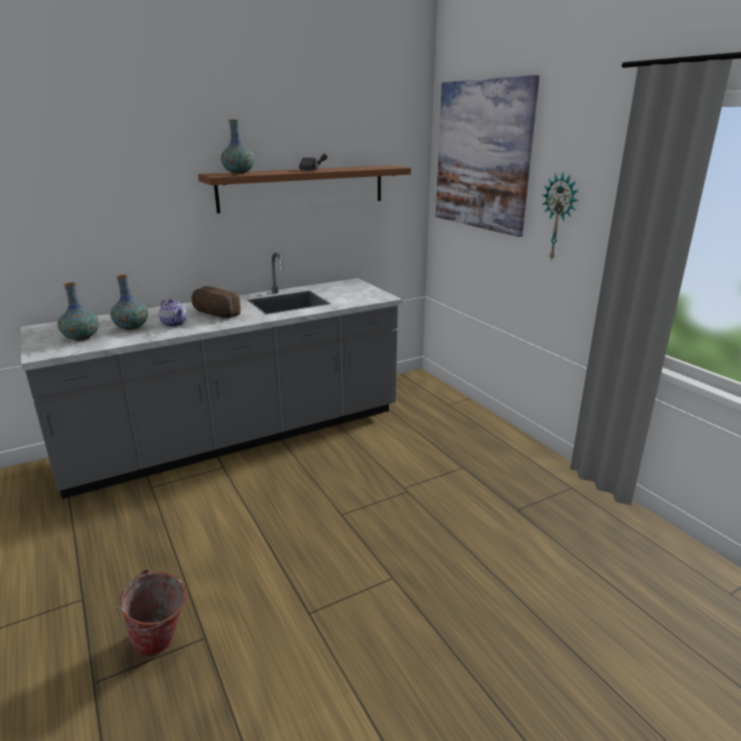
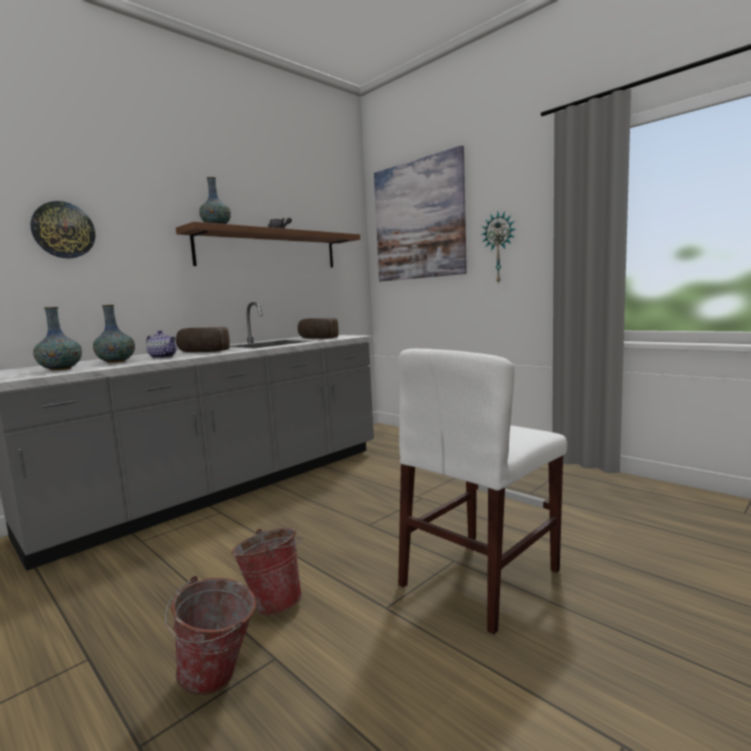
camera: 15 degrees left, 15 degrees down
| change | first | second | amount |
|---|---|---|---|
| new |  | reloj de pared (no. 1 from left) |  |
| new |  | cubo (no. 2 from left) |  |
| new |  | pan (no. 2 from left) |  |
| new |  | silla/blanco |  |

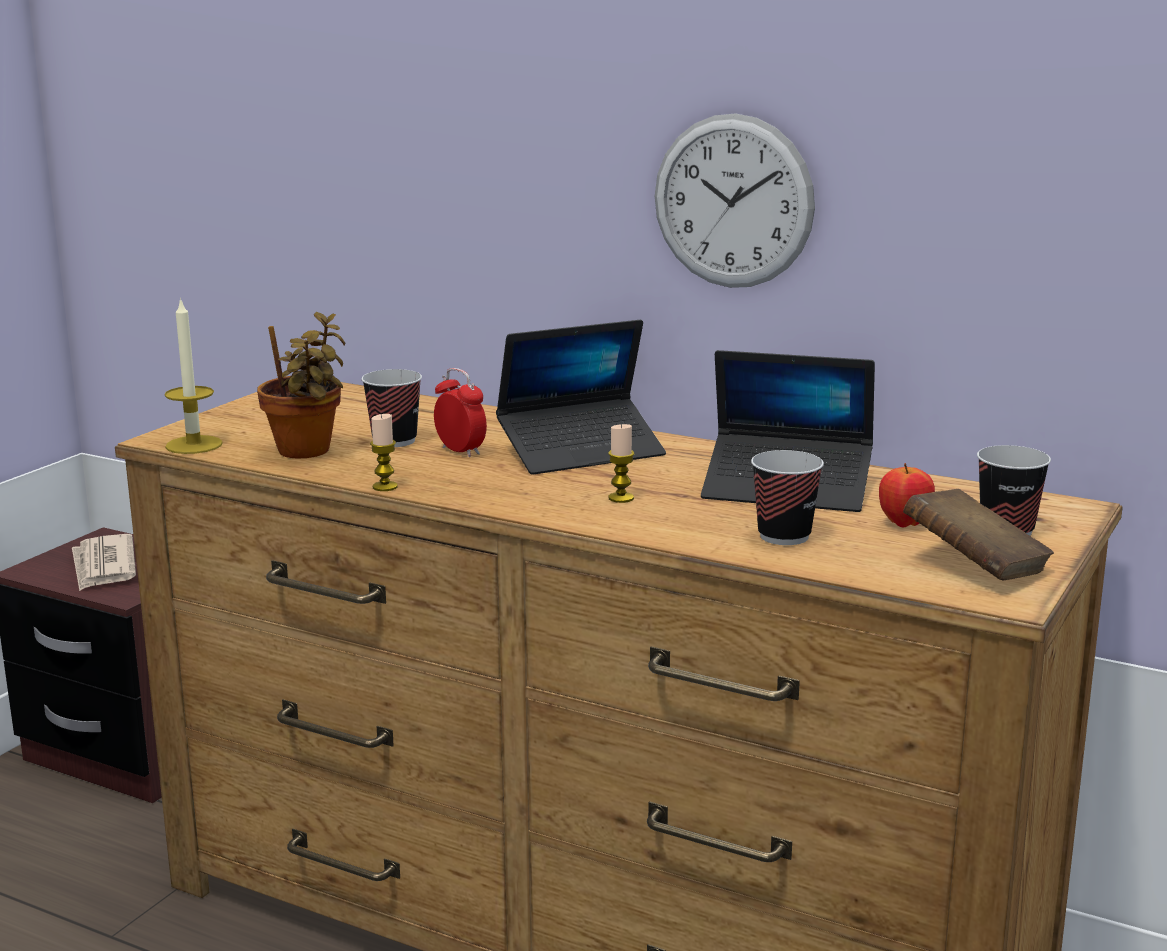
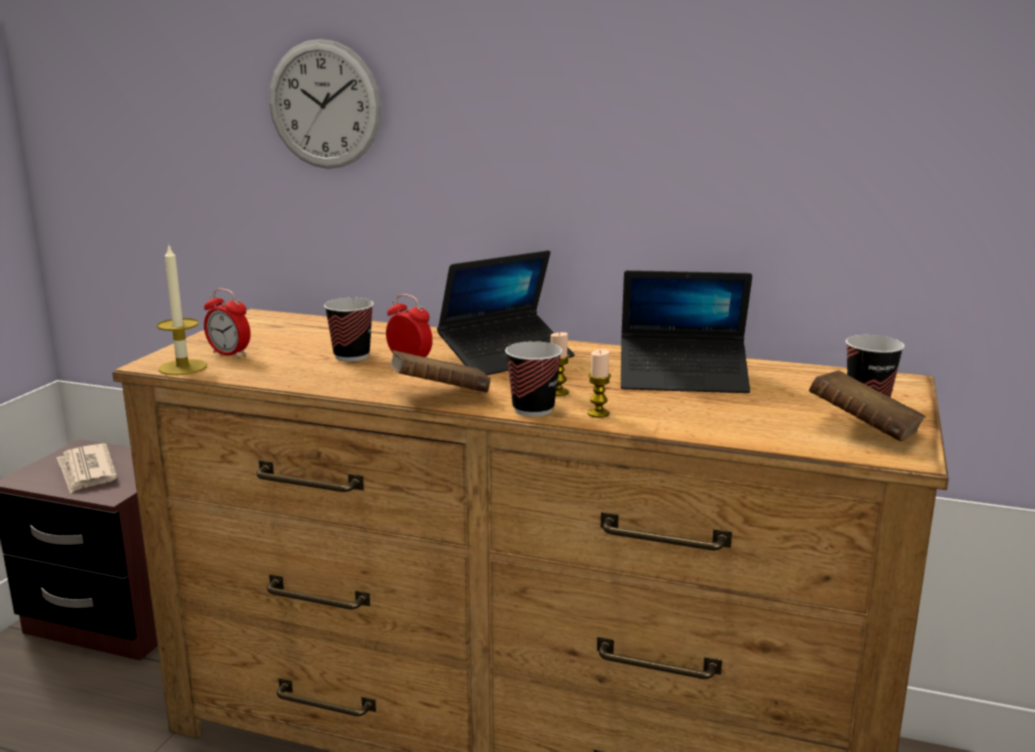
camera: 10 degrees left, 0 degrees up
| change | first | second | amount |
|---|---|---|---|
| gone | planta en maceta |  |  |
| gone | manzana |  |  |
| new |  | despertador (no. 1 from left) |  |
| new |  | libro/marrón (no. 1 from left) |  |
| shifted | vela (no. 2 from left in the first image) | vela (no. 3 from left) |  |
| shifted | reloj de pared |  |  |
| shifted | taza (no. 2 from left) |  |  |

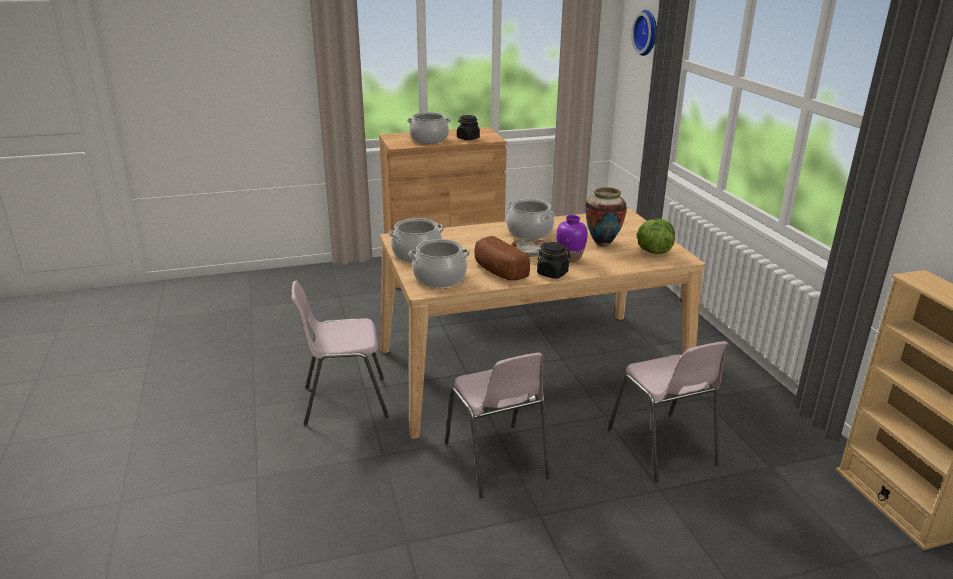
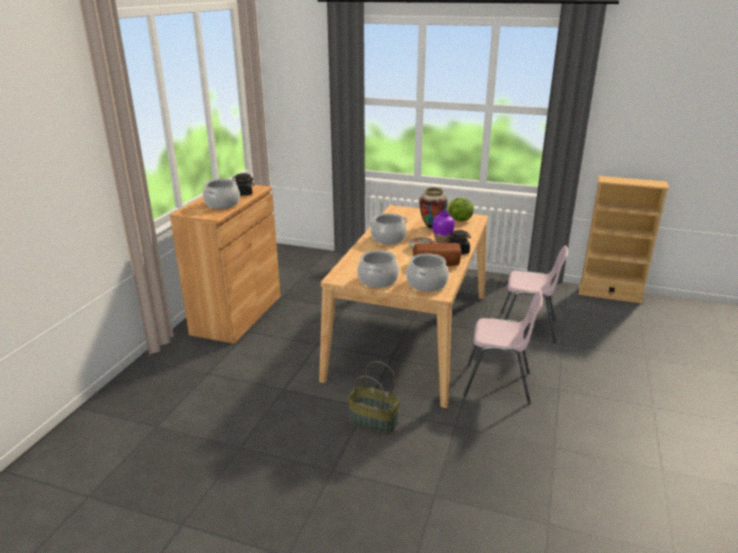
camera: 55 degrees left, 0 degrees up
| change | first | second | amount |
|---|---|---|---|
| gone | reloj de pared |  |  |
| swapped | silla/rosa (no. 1 from left) | cesta |  |

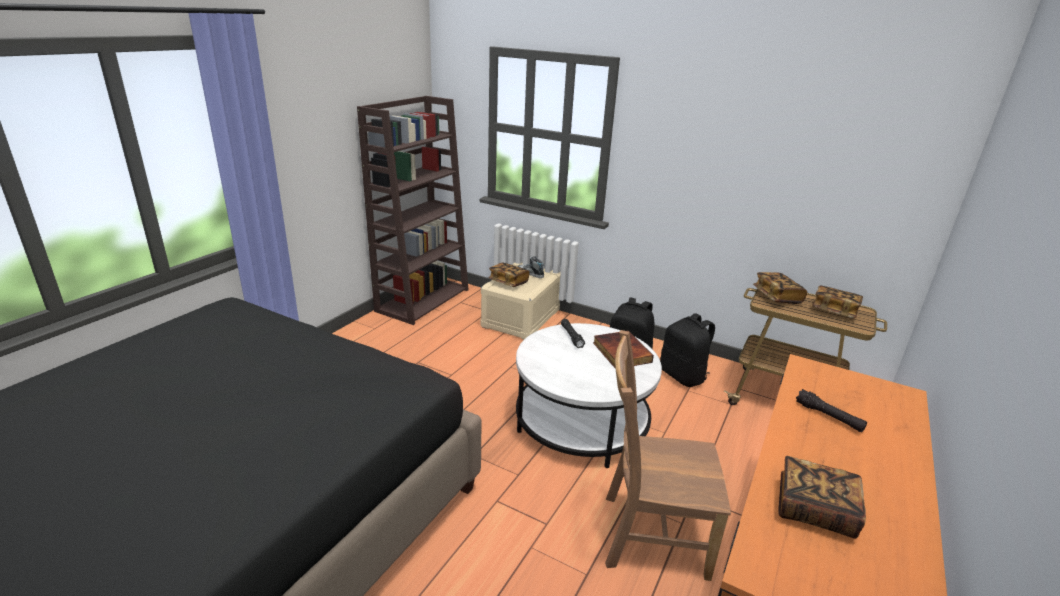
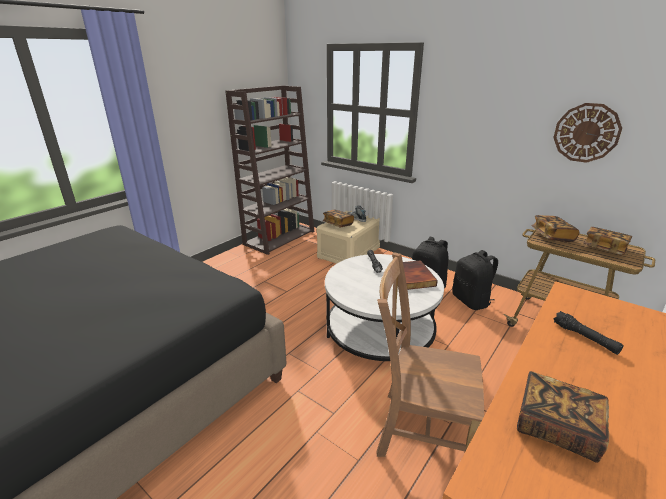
camera: 10 degrees right, 0 degrees up
| change | first | second | amount |
|---|---|---|---|
| new |  | reloj de pared |  |

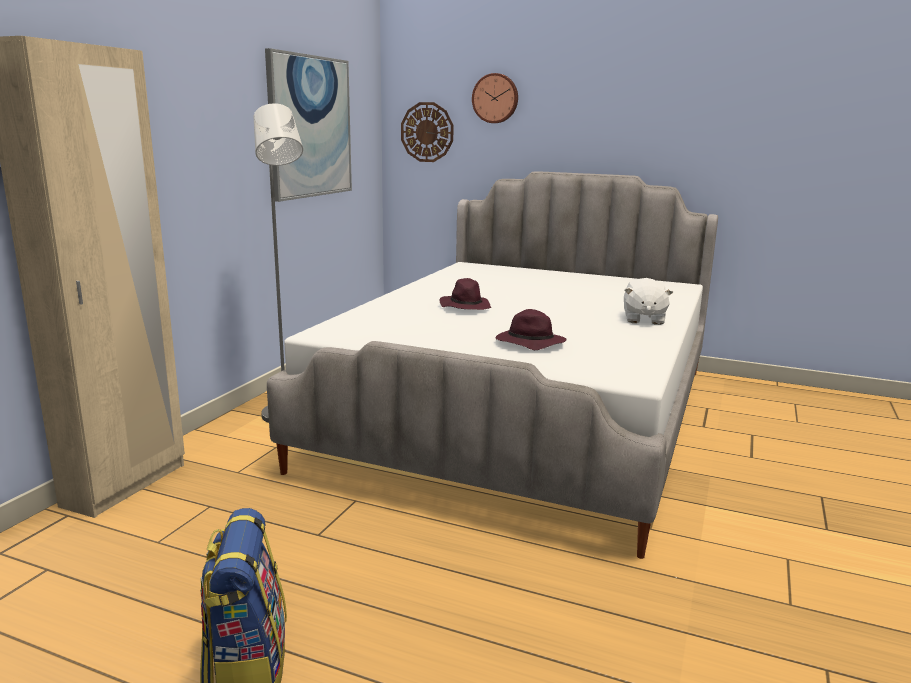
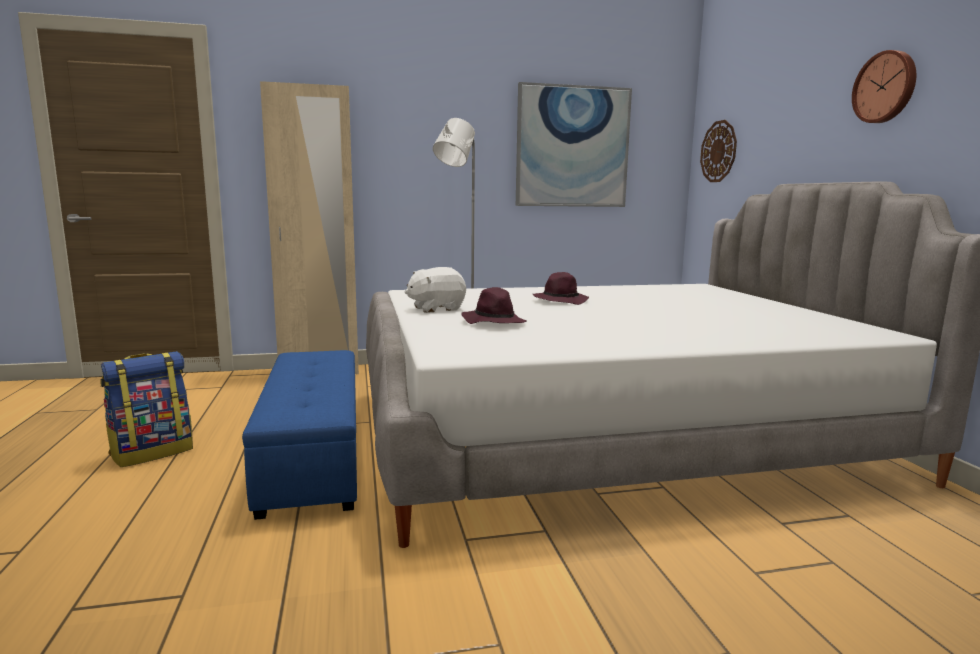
camera: 55 degrees right, 5 degrees down
| change | first | second | amount |
|---|---|---|---|
| new |  | puf/azul |  |
| shifted | reloj de pared (no. 2 from left) |  |  |
| shifted | peluche/blanco |  |  |

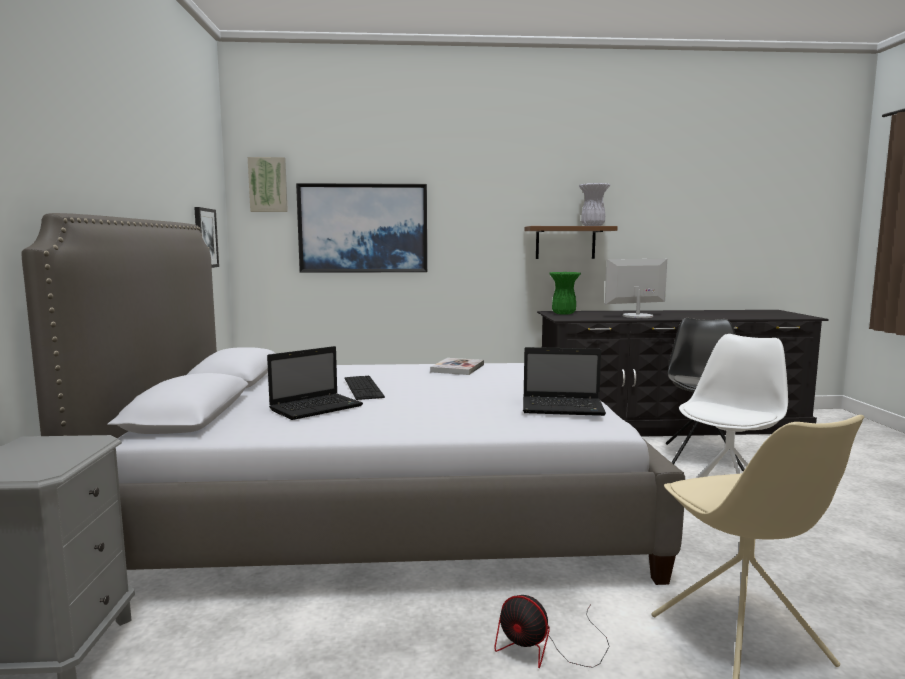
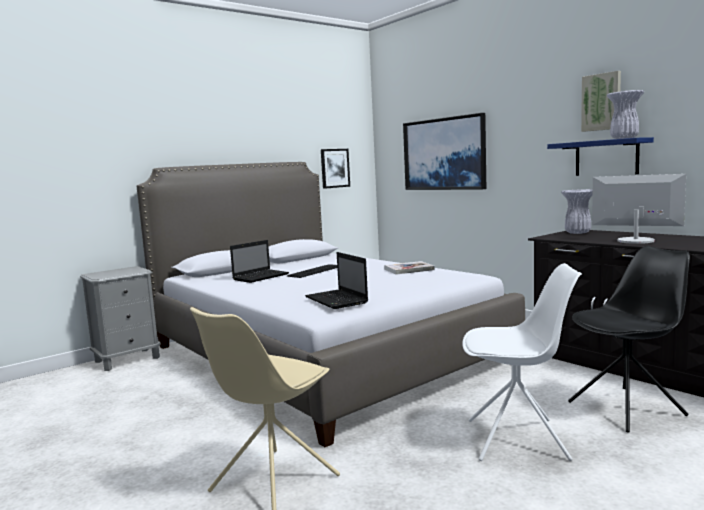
camera: 55 degrees right, 0 degrees up
| change | first | second | amount |
|---|---|---|---|
| gone | ventilador |  |  |
| shifted | cuadro (no. 2 from left in the first image) | cuadro (no. 3 from left) |  |
| repainted | estante/marrón | estante/azul |  |
| repainted | florero/verde | florero/blanco (no. 1 from left) |  |
| rotated | portátil (no. 1 from left) |  | 60 degrees counterclockwise |

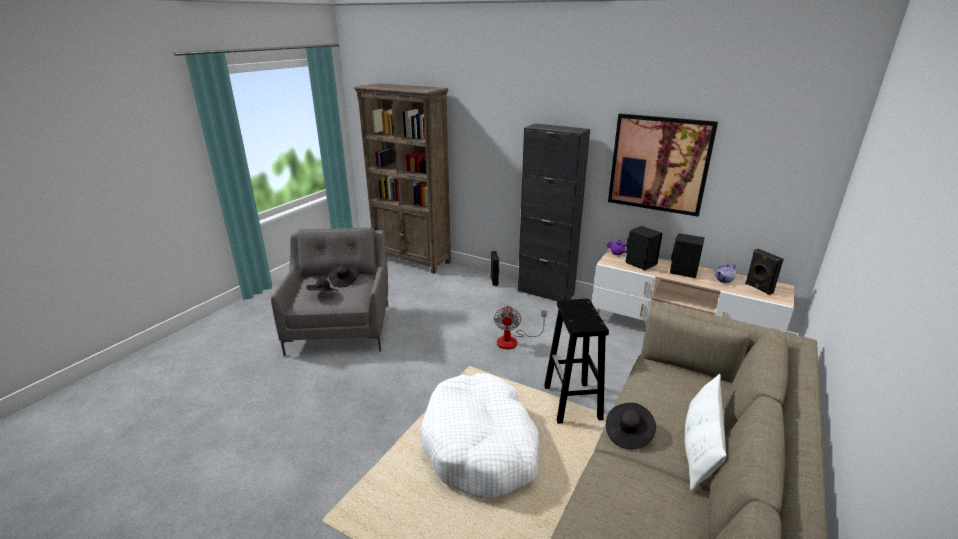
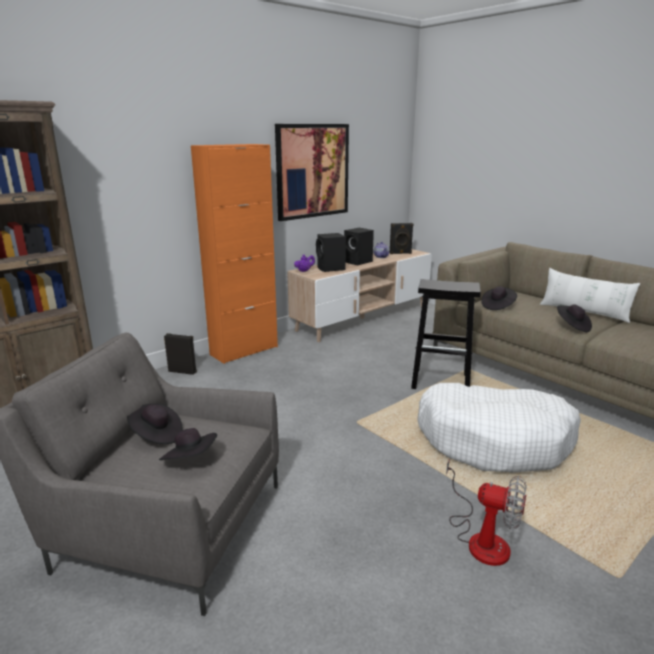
camera: 70 degrees left, 5 degrees down
| change | first | second | amount |
|---|---|---|---|
| new |  | sombrero/negro (no. 3 from left) |  |
| shifted | ventilador |  |  |
| repainted | armario/negro | armario/naranja |  |

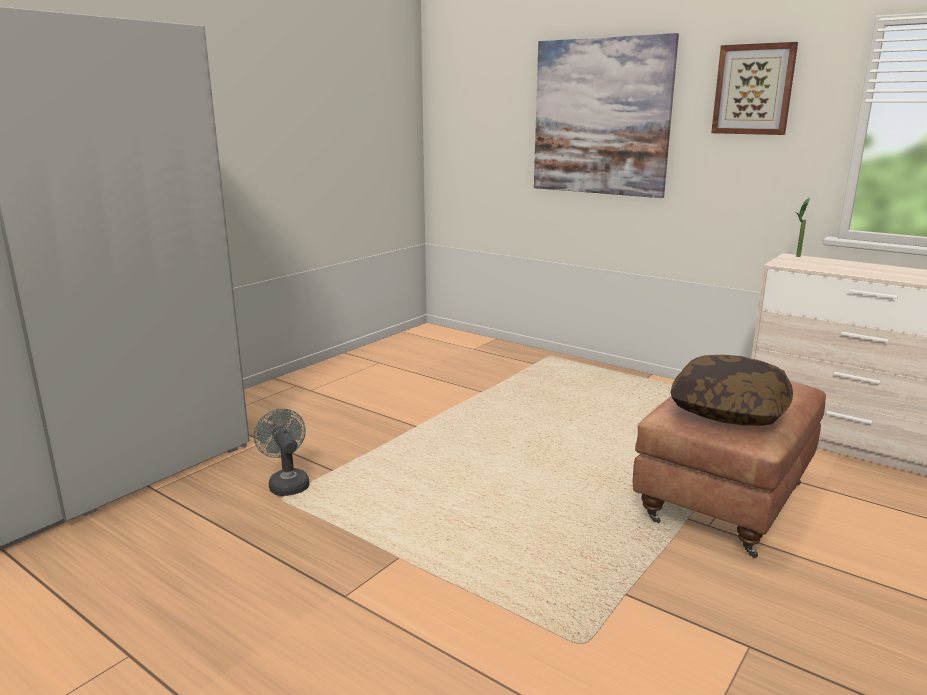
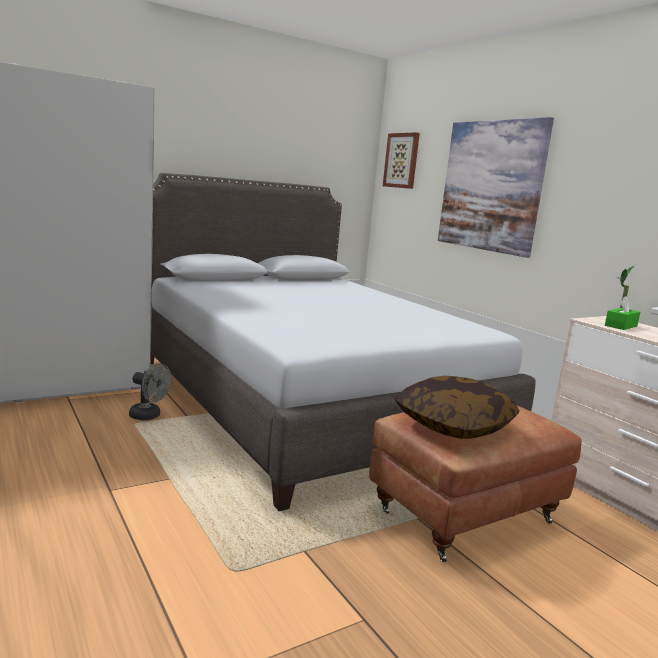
camera: 20 degrees right, 5 degrees down
| change | first | second | amount |
|---|---|---|---|
| new |  | cama/gris |  |
| new |  | caja de pañuelos/verde |  |
| shifted | cuadro (no. 2 from left in the first image) | cuadro (no. 1 from left) |  |
| rotated | ventilador/gris |  | 120 degrees clockwise |

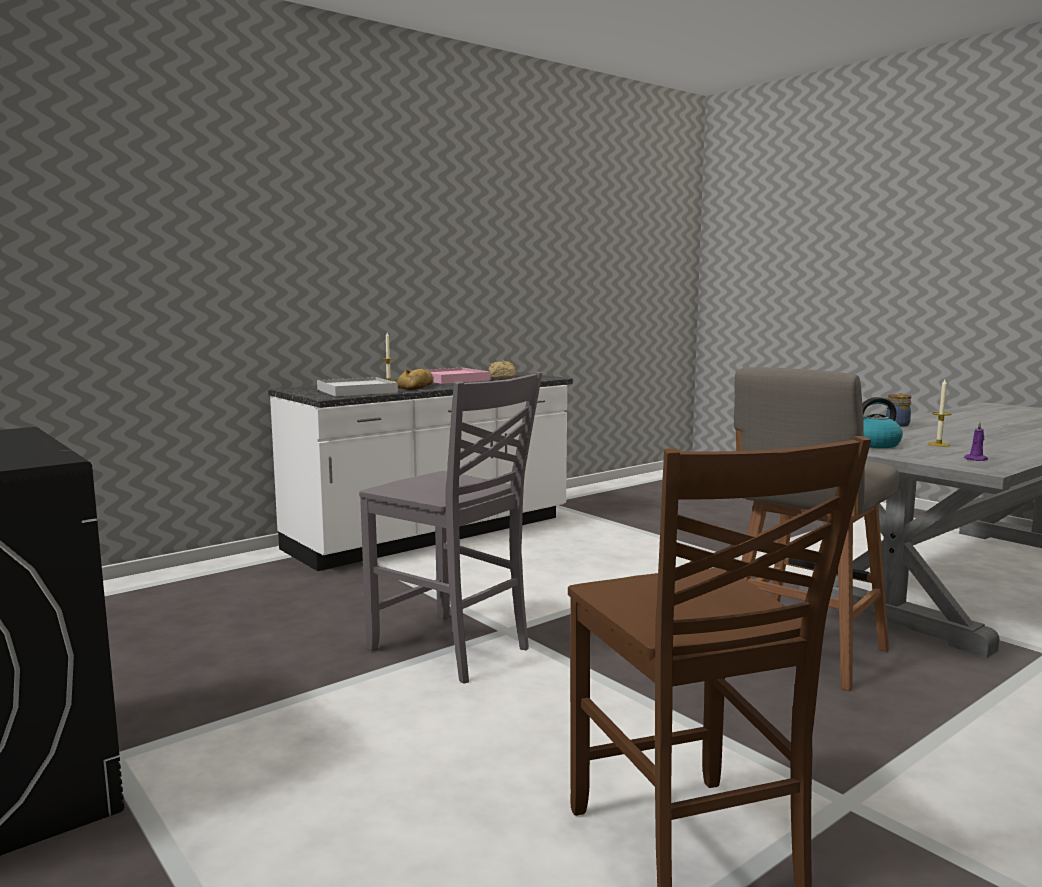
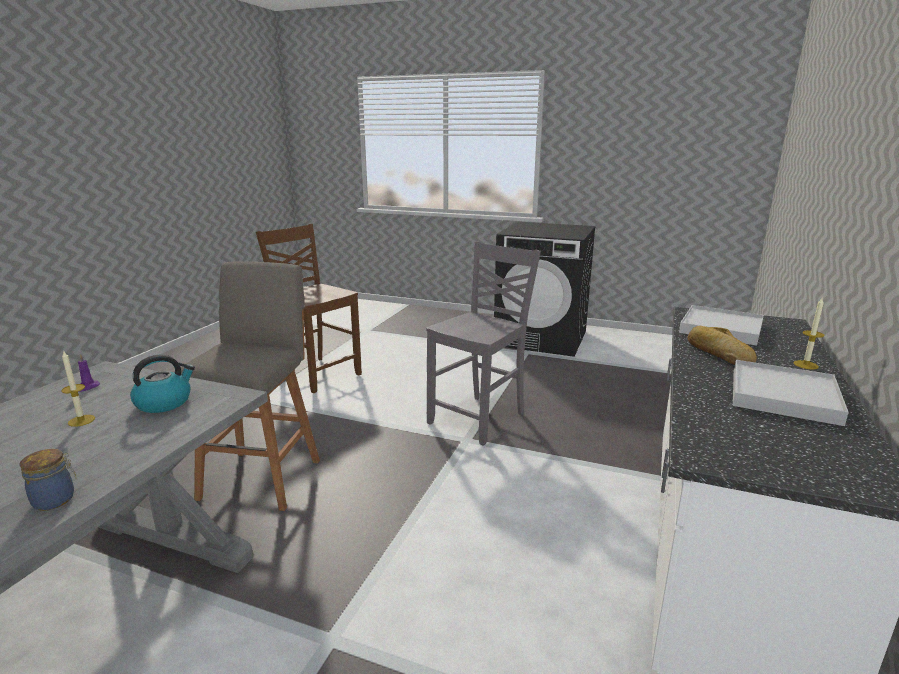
camera: 150 degrees right, 10 degrees up
| change | first | second | amount |
|---|---|---|---|
| gone | pan (no. 2 from left) |  |  |
| repainted | bandeja/rosa | bandeja/blanco (no. 2 from left) |  |
| rotated | silla/gris |  | 120 degrees clockwise |

